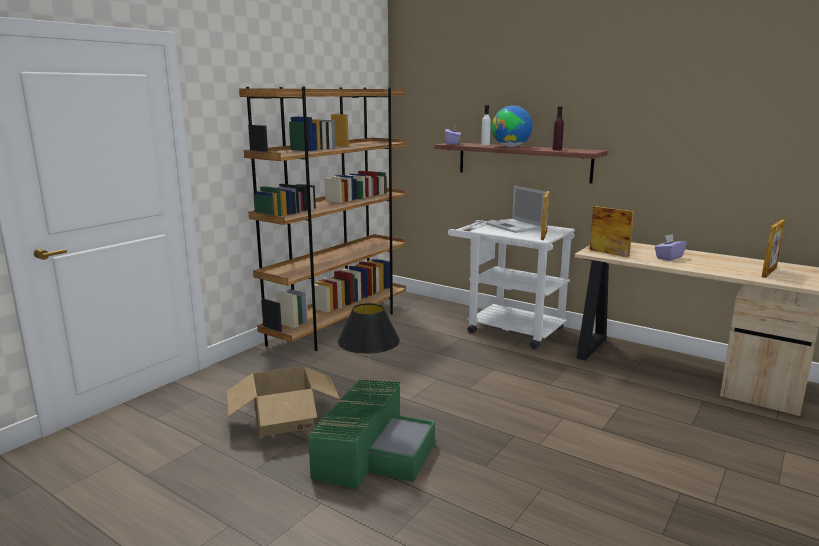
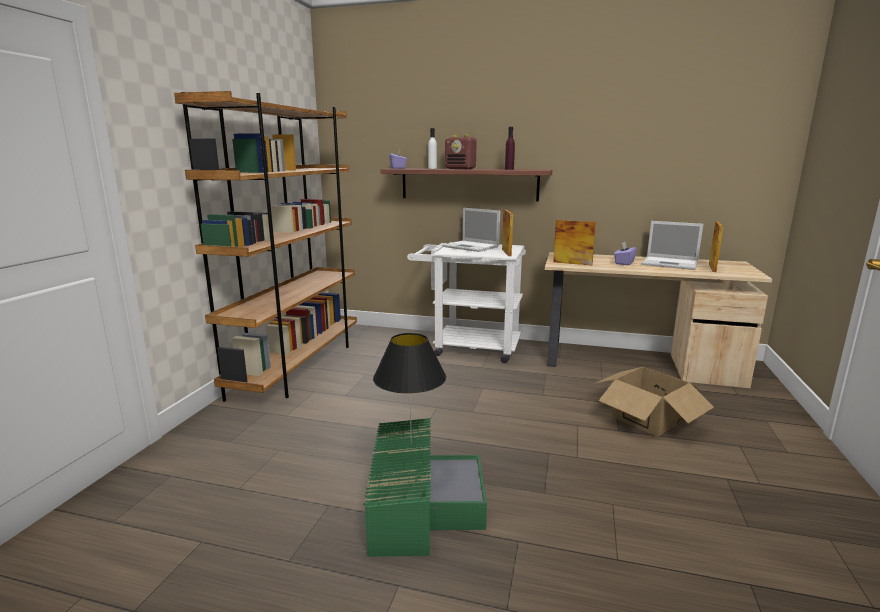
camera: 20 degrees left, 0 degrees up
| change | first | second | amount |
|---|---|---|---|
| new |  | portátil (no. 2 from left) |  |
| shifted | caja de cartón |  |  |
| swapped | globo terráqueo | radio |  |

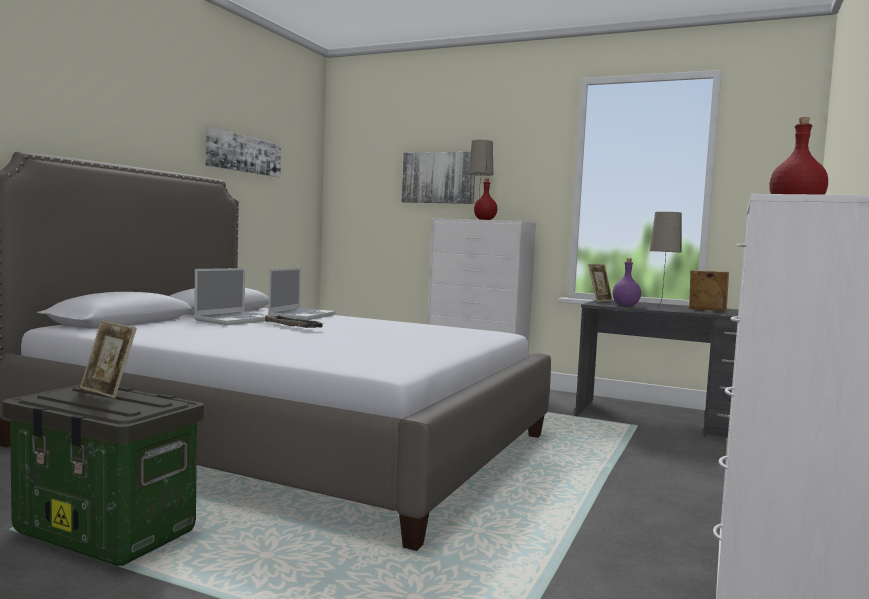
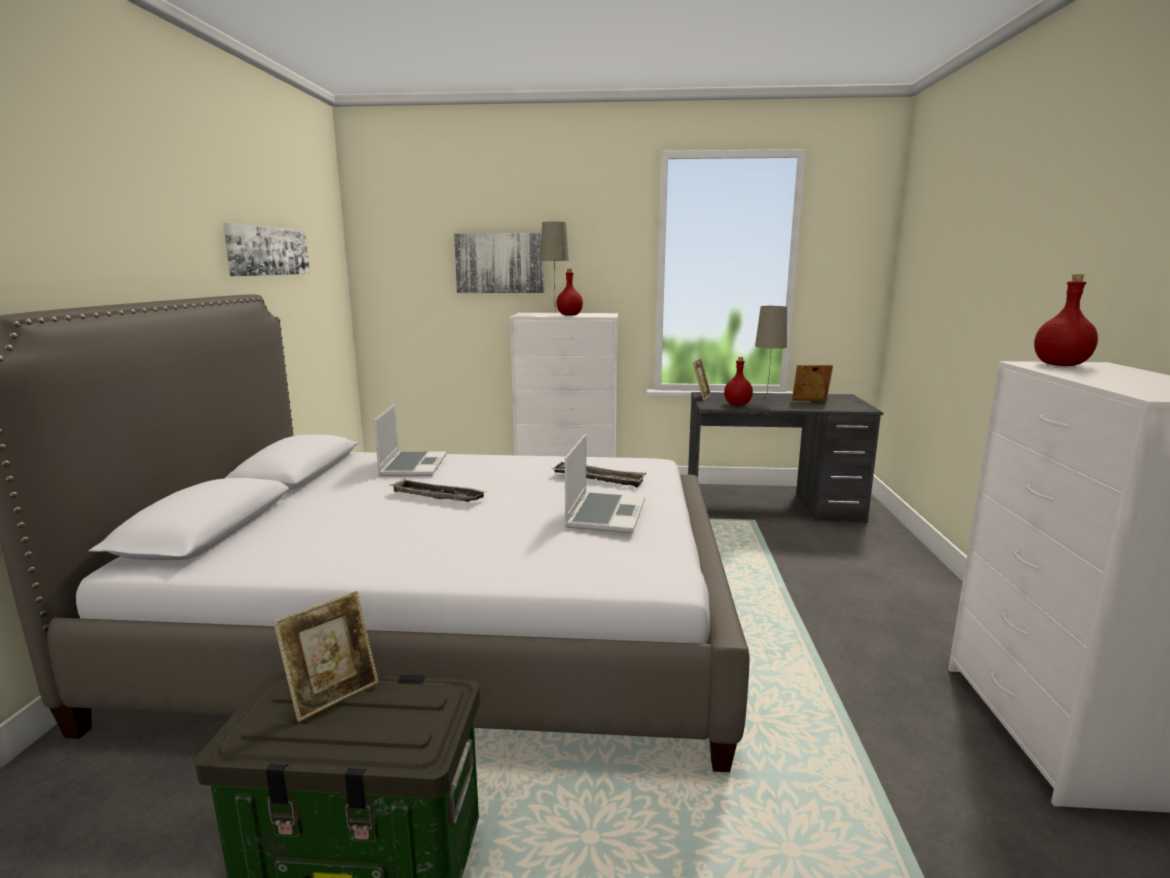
camera: 20 degrees left, 10 degrees up
| change | first | second | amount |
|---|---|---|---|
| new |  | bandeja (no. 2 from left) |  |
| shifted | portátil (no. 1 from left in the first image) | portátil (no. 2 from left) |  |
| repainted | botella/morado | botella/rojo (no. 2 from left) |  |
| rotated | portarretratos (no. 1 from left) |  | 60 degrees counterclockwise |

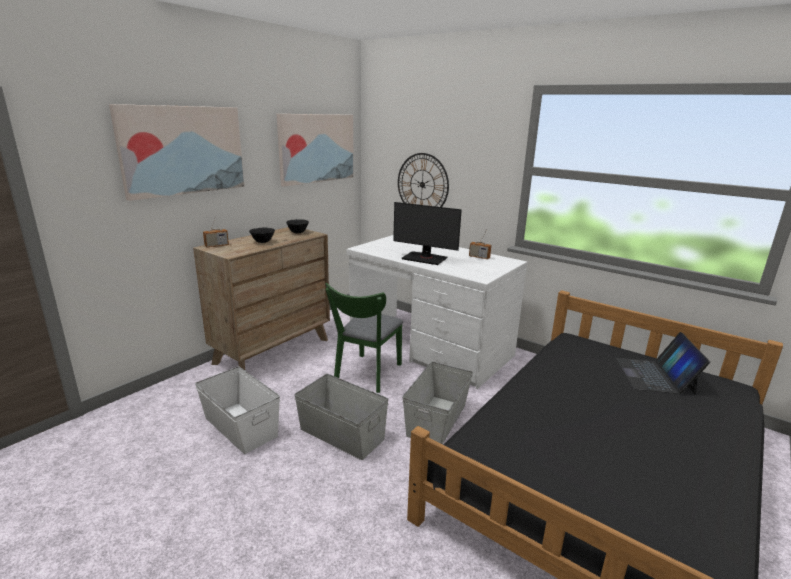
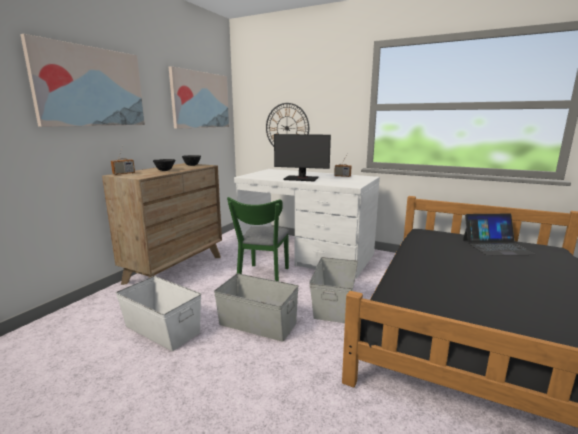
camera: 10 degrees left, 5 degrees down
| change | first | second | amount |
|---|---|---|---|
| rotated | portátil |  | 90 degrees counterclockwise |

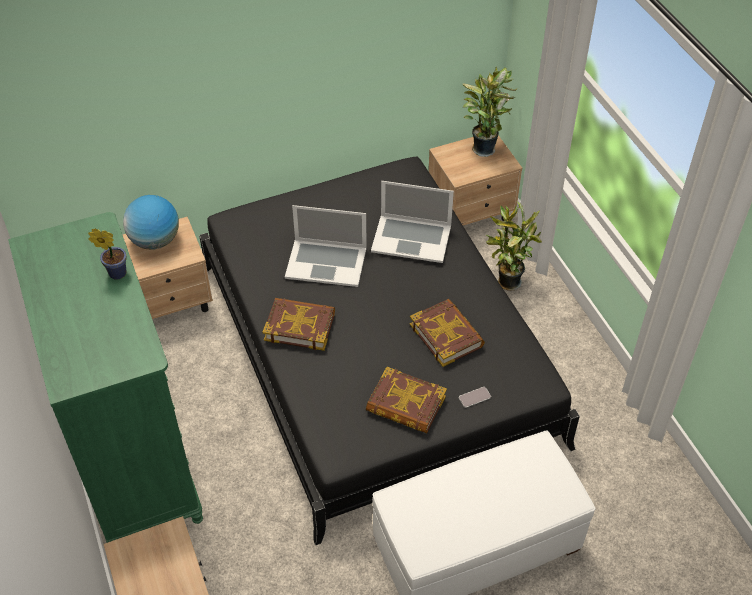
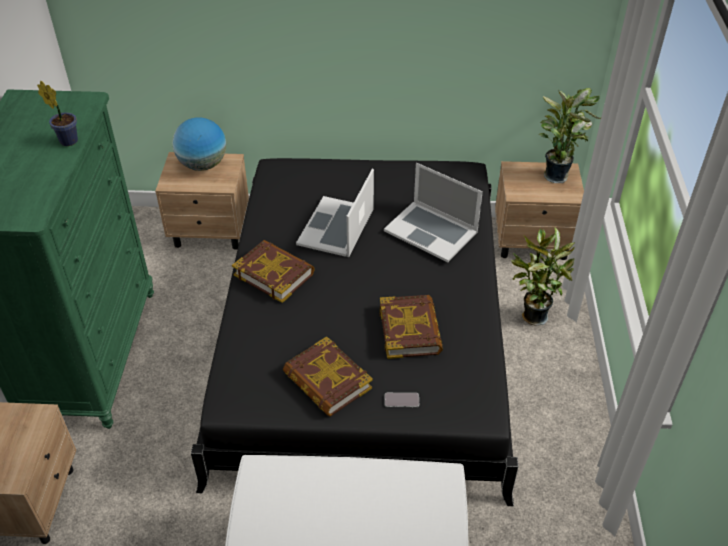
camera: 25 degrees right, 5 degrees down
| change | first | second | amount |
|---|---|---|---|
| rotated | portátil (no. 1 from left) |  | 75 degrees clockwise |

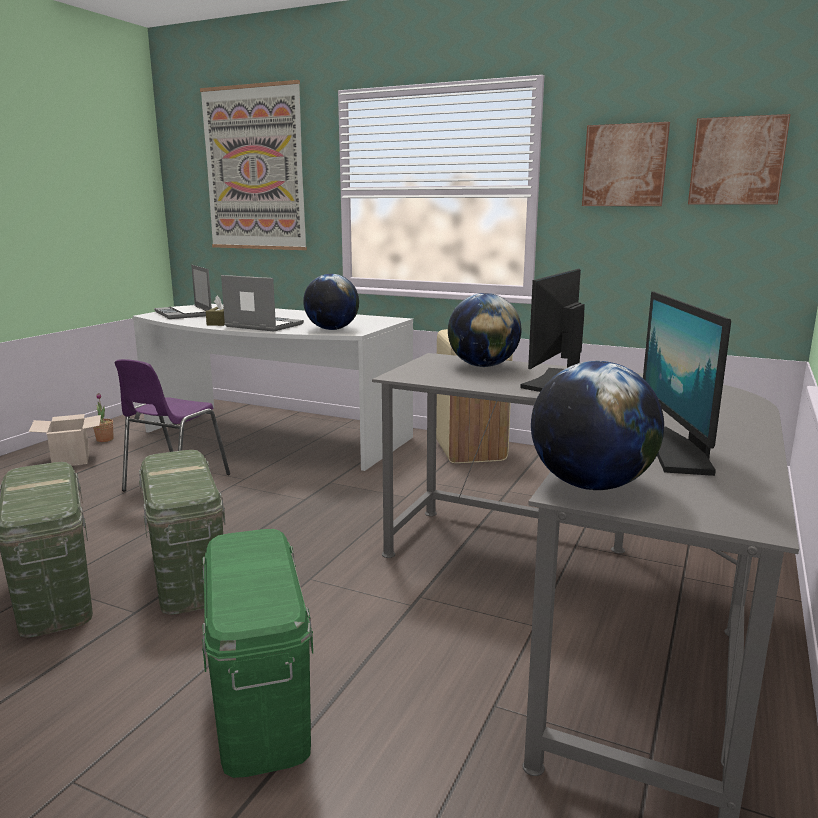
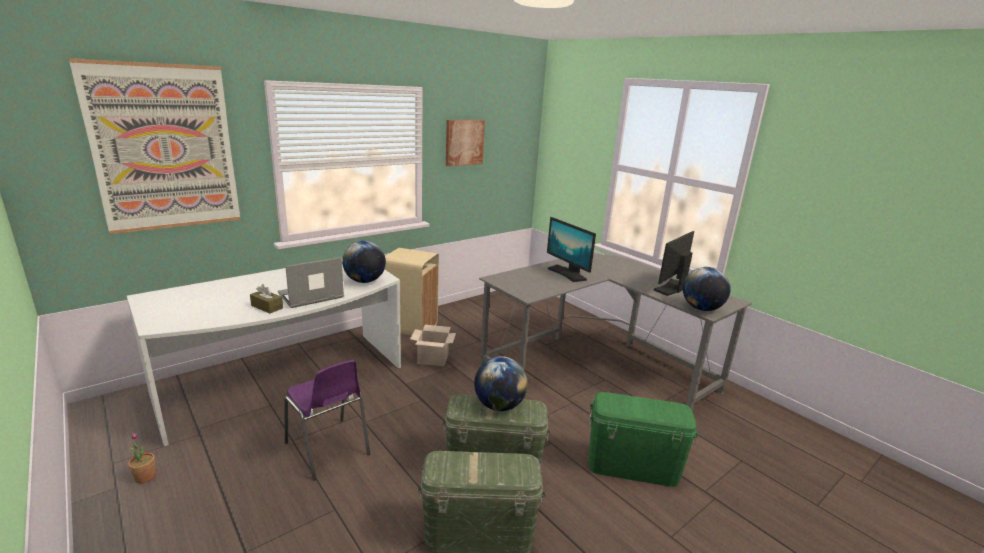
camera: 65 degrees left, 5 degrees up
| change | first | second | amount |
|---|---|---|---|
| gone | portátil (no. 1 from left) |  |  |
| gone | cuadro (no. 3 from left) |  |  |
| shifted | caja de cartón |  |  |
| shifted | globo terráqueo (no. 2 from left) |  |  |
| rotated | monitor (no. 2 from left) |  | 105 degrees clockwise |

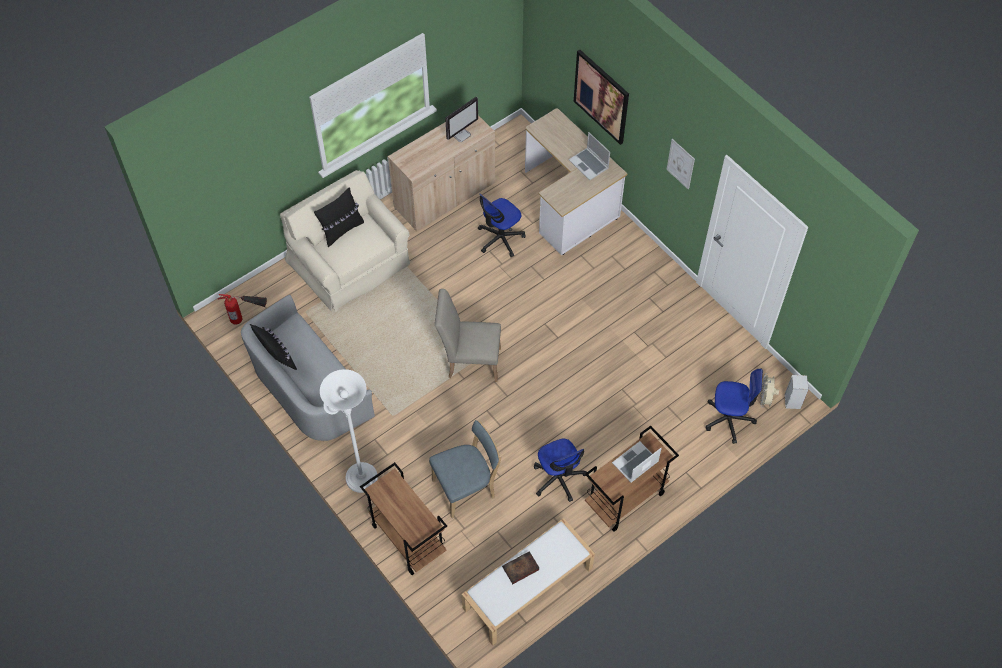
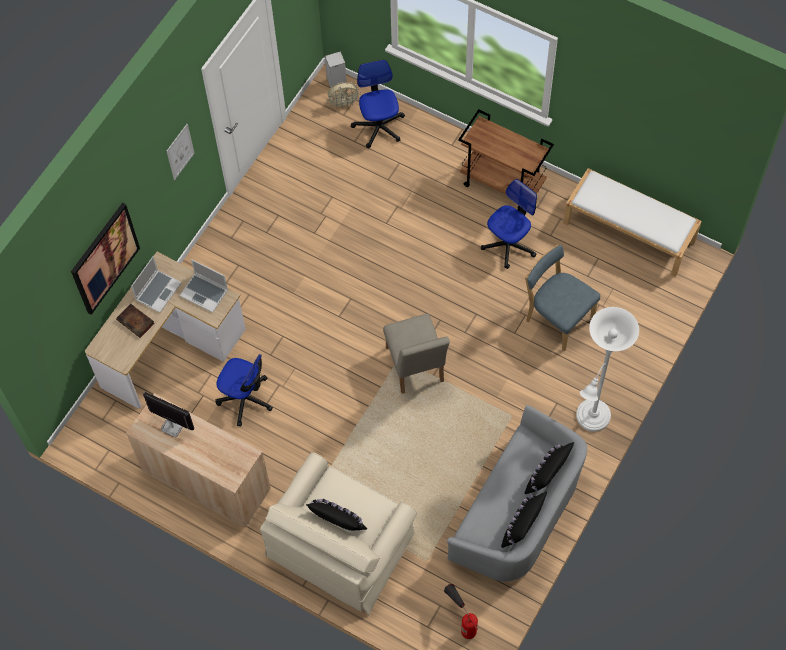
camera: 110 degrees left, 5 degrees up
| change | first | second | amount |
|---|---|---|---|
| gone | carrito/marrón (no. 1 from left) |  |  |
| new |  | cojín/negro (no. 3 from left) |  |
| shifted | libro |  |  |
| shifted | portátil (no. 2 from left) |  |  |

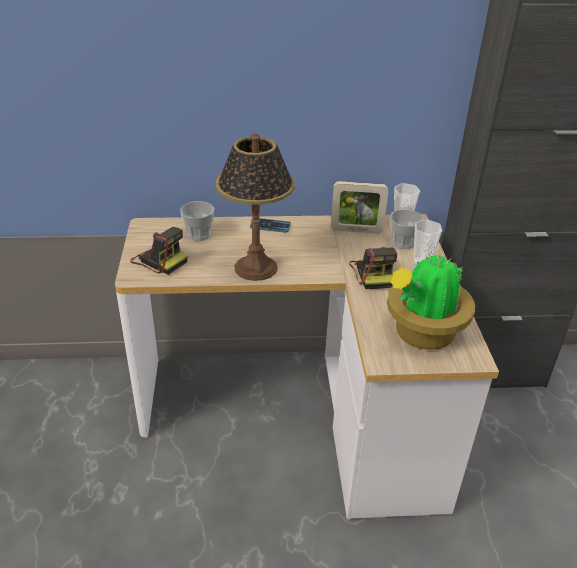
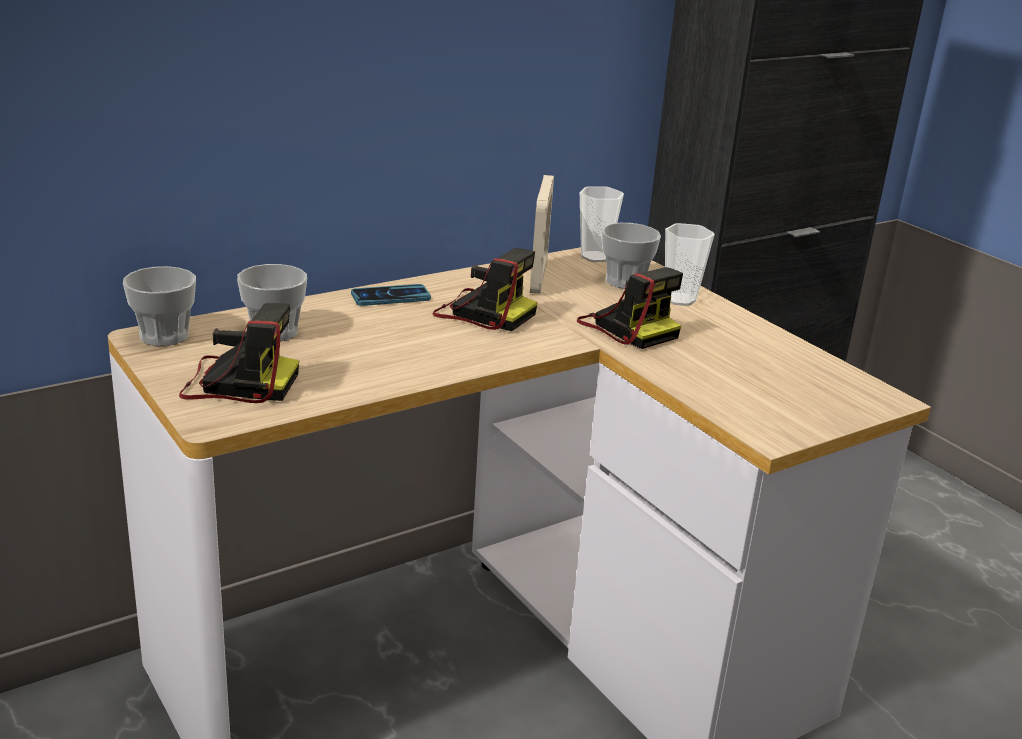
camera: 30 degrees left, 10 degrees down
| change | first | second | amount |
|---|---|---|---|
| gone | lámpara de mesa |  |  |
| gone | planta en maceta |  |  |
| new |  | taza (no. 1 from left) |  |
| new |  | cámara (no. 2 from left) |  |
| rotated | portarretratos |  | 60 degrees counterclockwise |

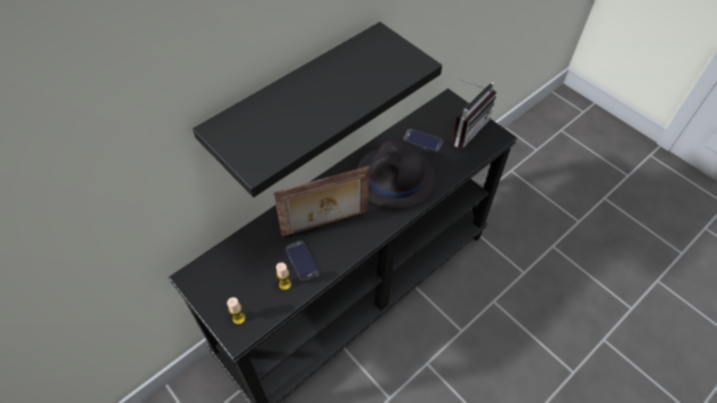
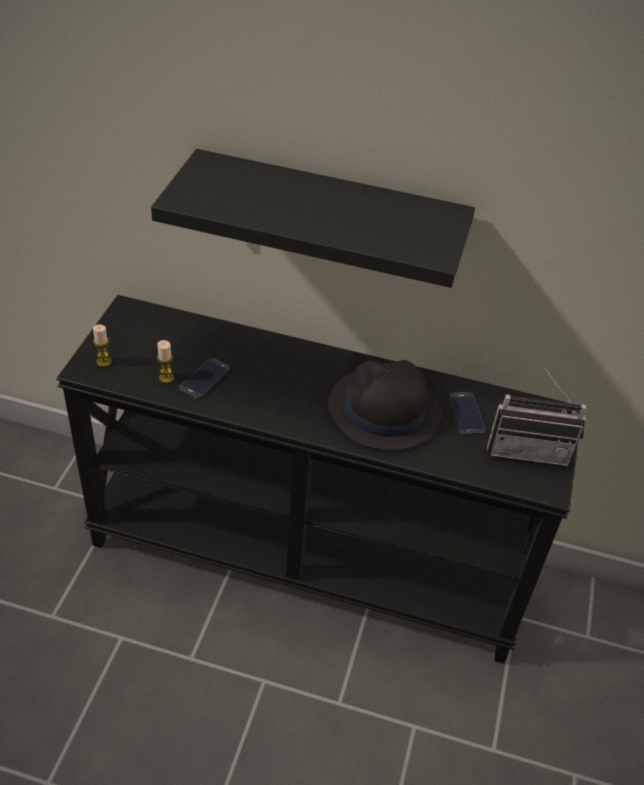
camera: 55 degrees right, 10 degrees down
| change | first | second | amount |
|---|---|---|---|
| gone | portarretratos |  |  |

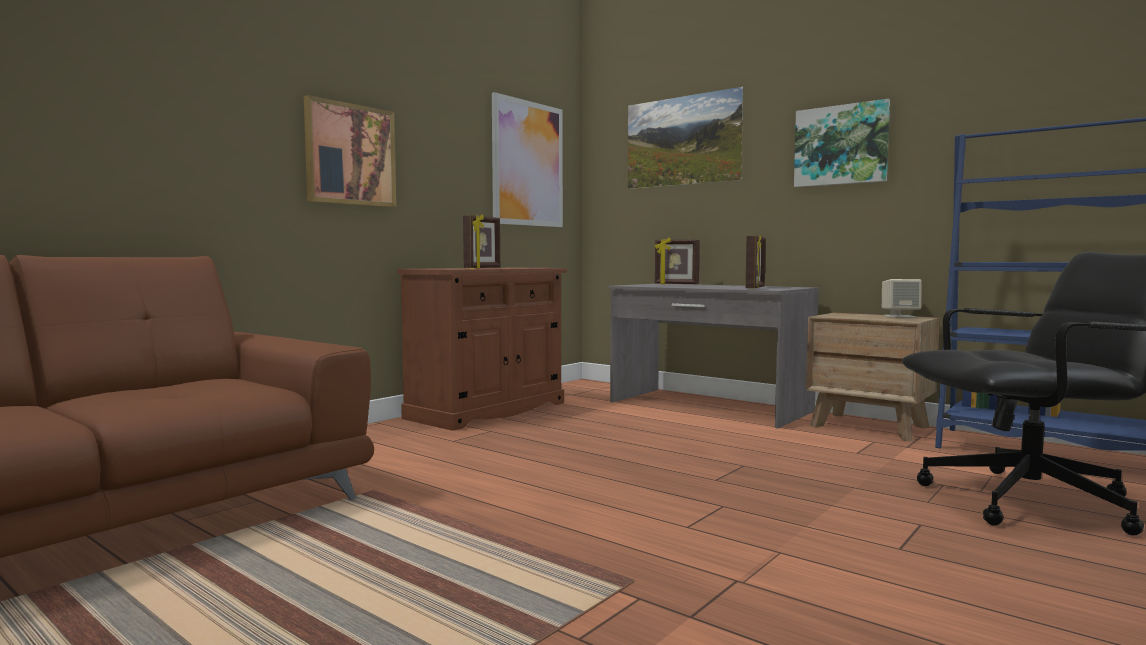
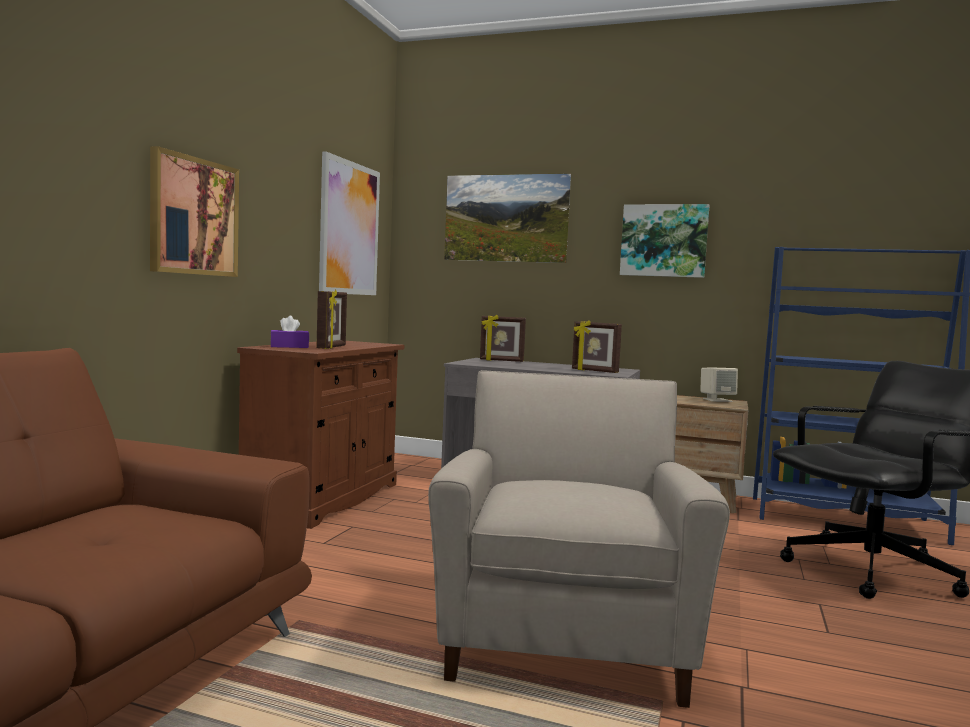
camera: 20 degrees left, 0 degrees up
| change | first | second | amount |
|---|---|---|---|
| new |  | caja de pañuelos/morado |  |
| new |  | sillón/beis |  |
| rotated | portarretratos (no. 3 from left) |  | 120 degrees clockwise |

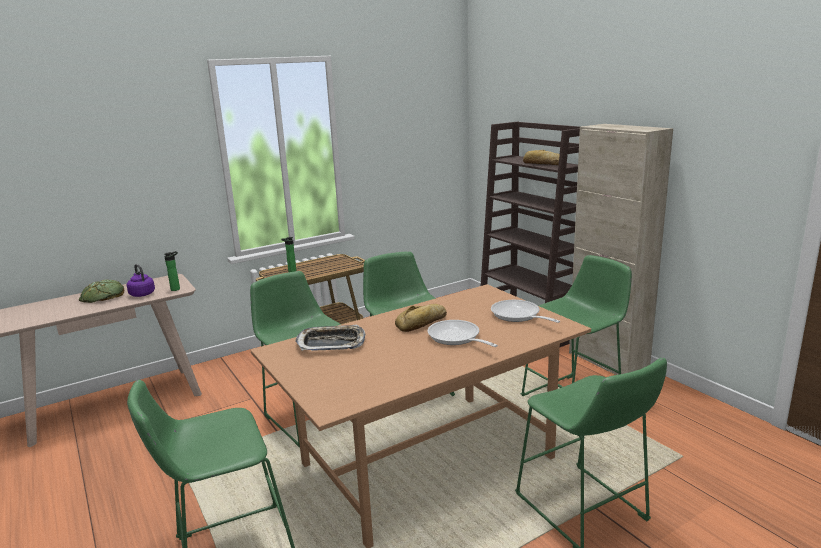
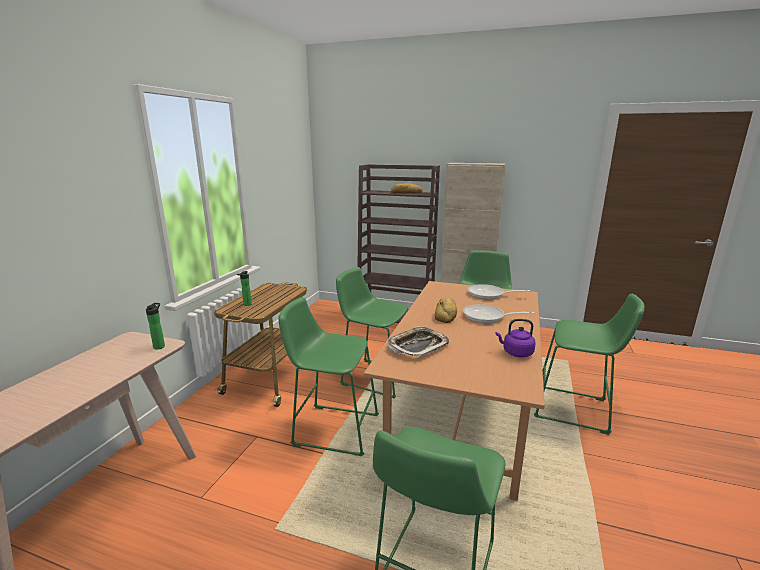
camera: 40 degrees left, 0 degrees up
| change | first | second | amount |
|---|---|---|---|
| gone | pan (no. 1 from left) |  |  |
| shifted | hervidor/morado |  |  |

